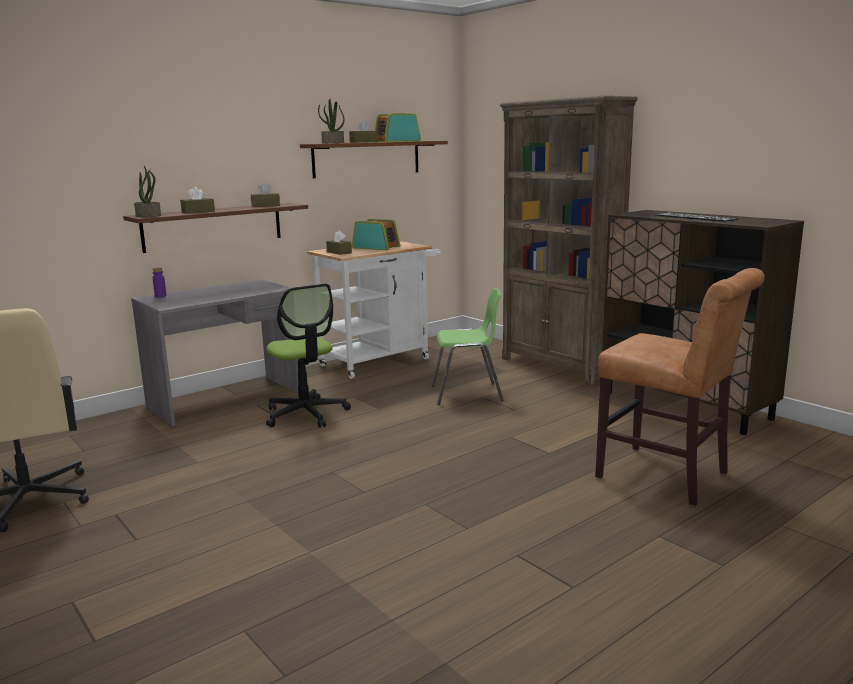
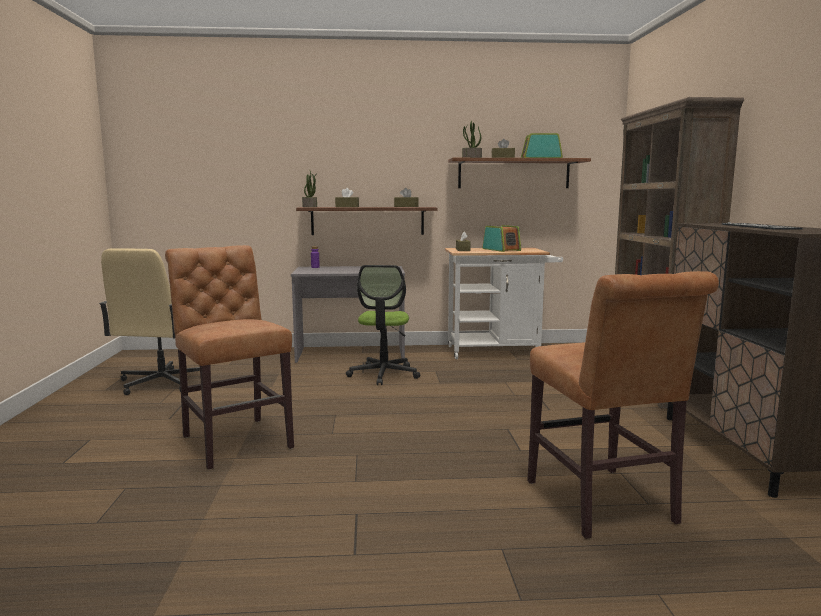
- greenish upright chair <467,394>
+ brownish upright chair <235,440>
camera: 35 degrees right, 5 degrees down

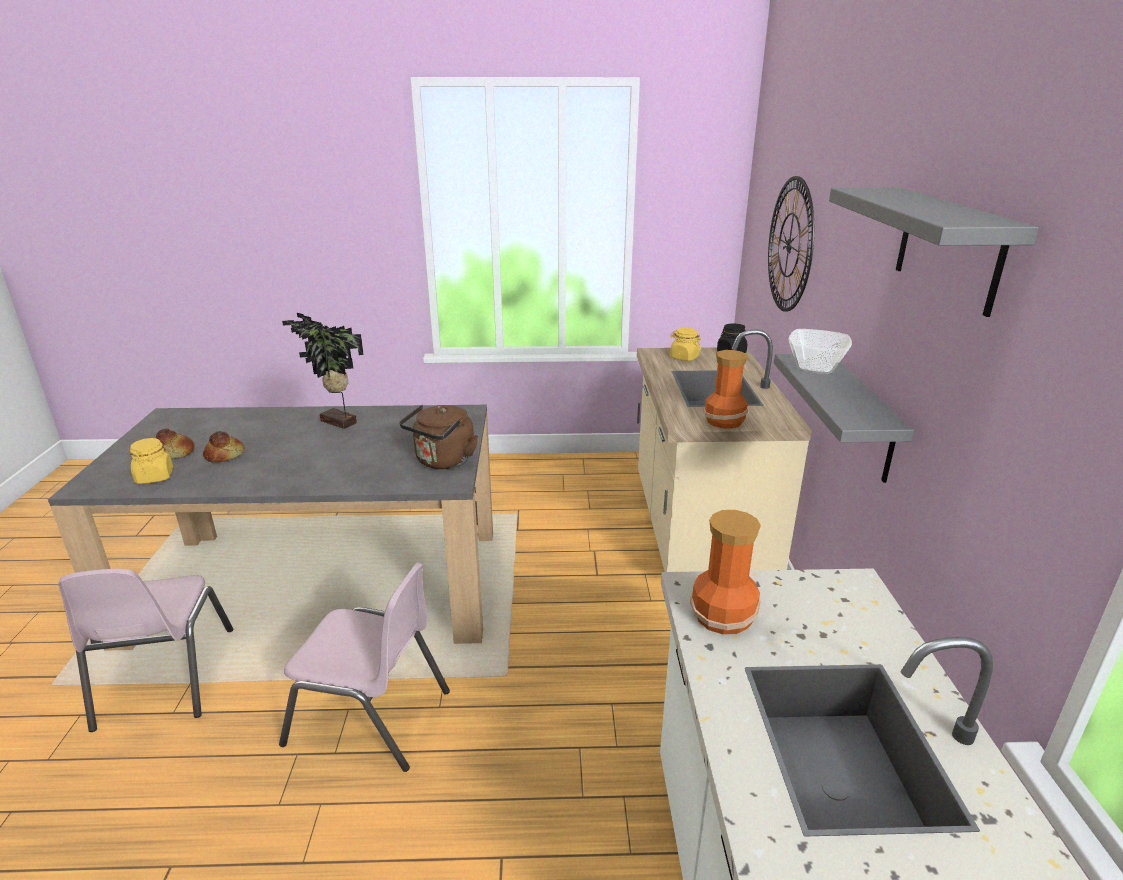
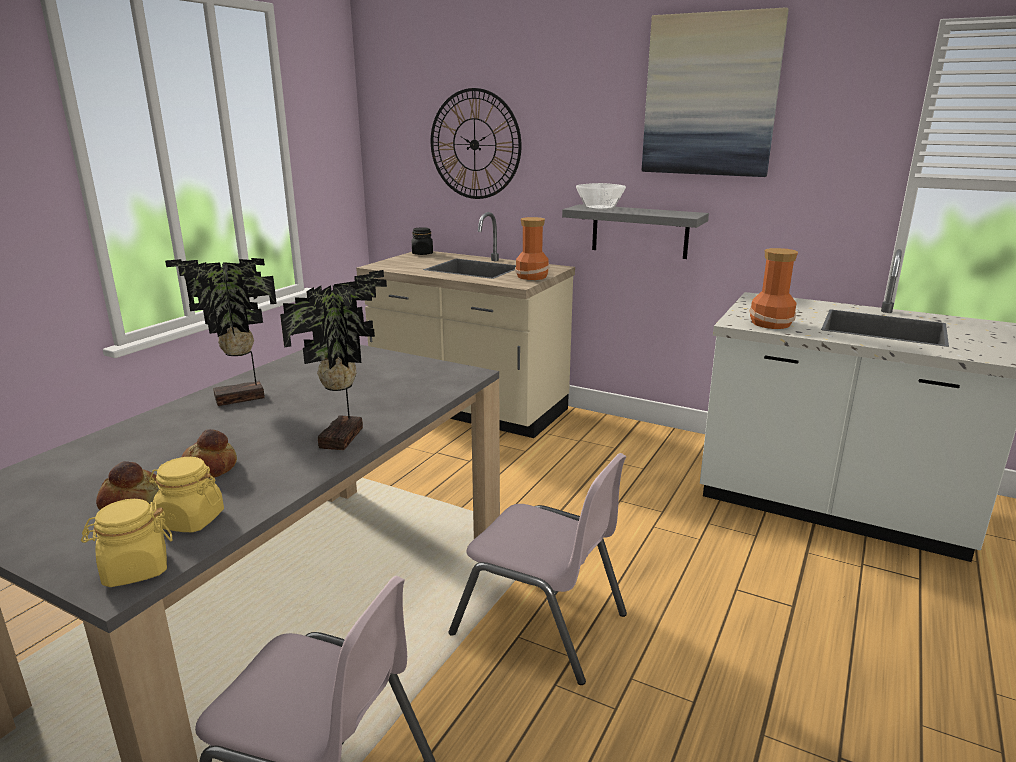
~ pinkish upright chair <369,717> = <540,624> 75 degrees clockwise
- brownish kettle <443,461>
~ yellow storage jar <684,357> to <135,569>
~ gray wall shelf <948,248> to picture <710,96>
+ potted plant <345,438>
camera: 60 degrees left, 5 degrees down

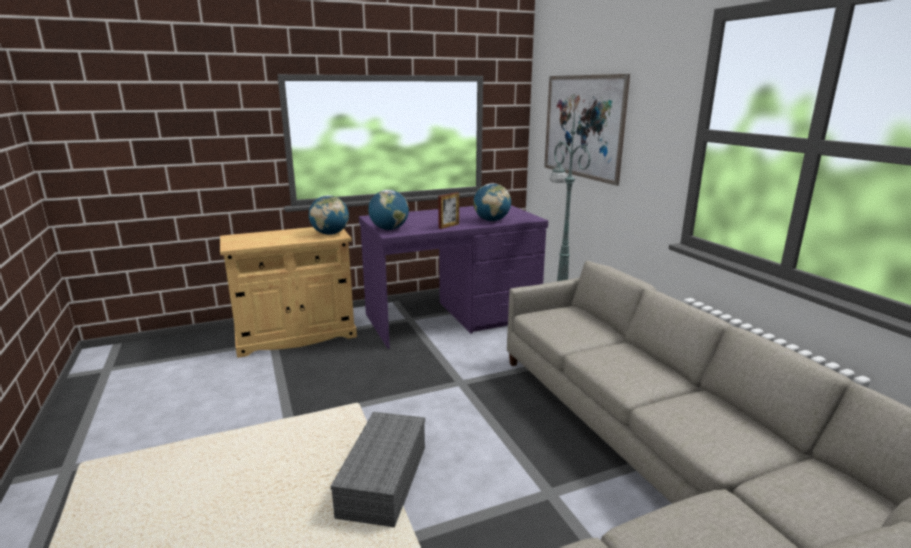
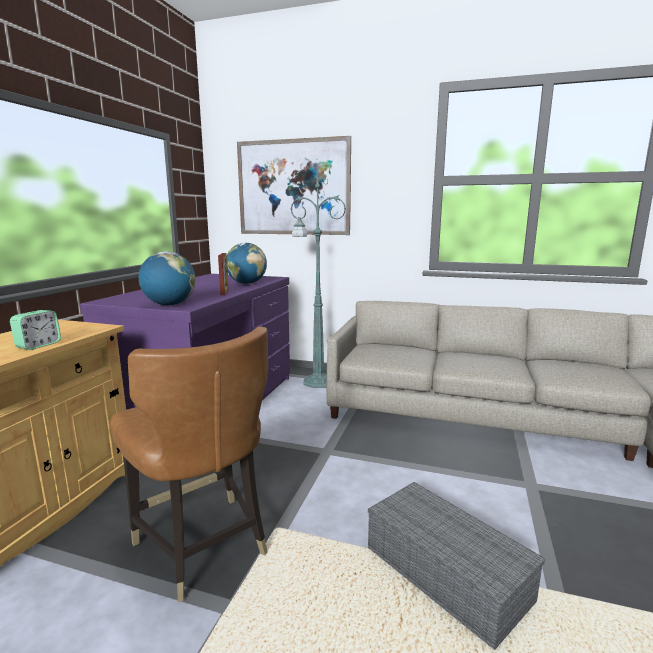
- world globe <330,234>
+ table clock <38,345>
+ brownish upright chair <203,545>
camera: 50 degrees left, 5 degrees down

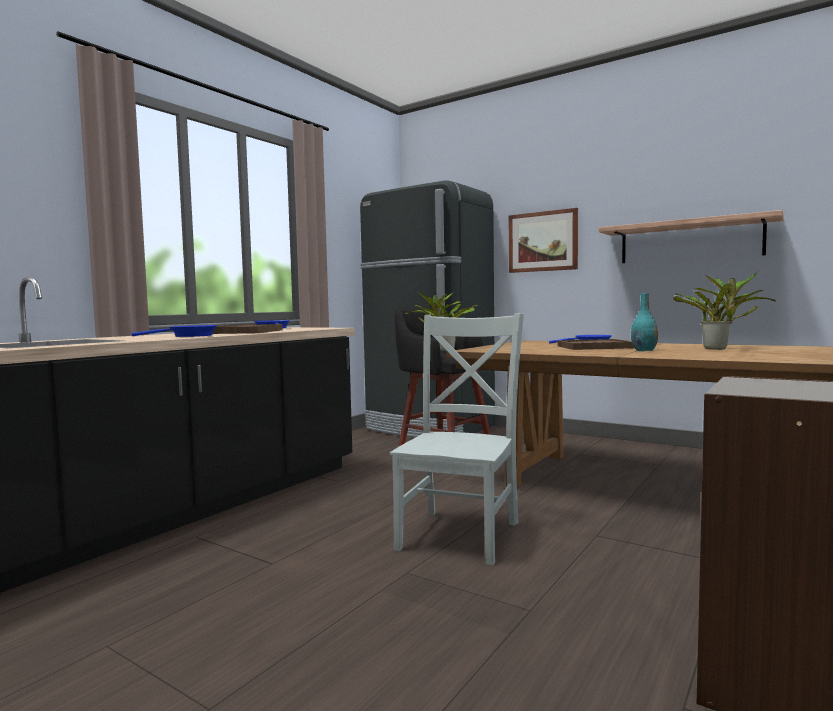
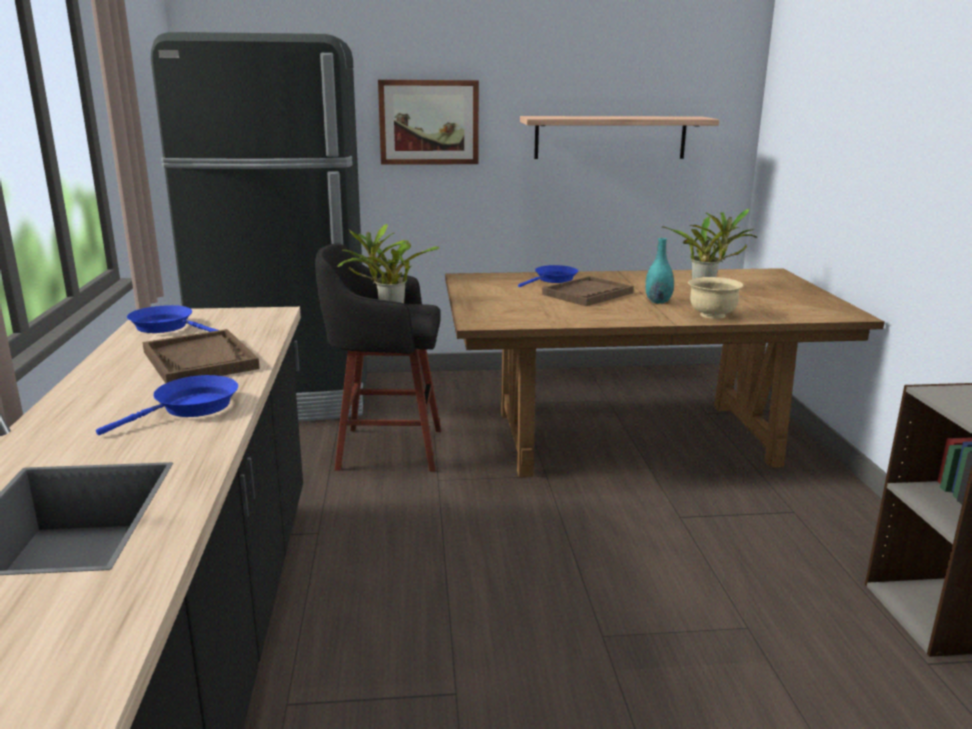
- gray upright chair <461,533>
+ sand-coloured deep dish <712,315>
camera: 40 degrees left, 15 degrees up

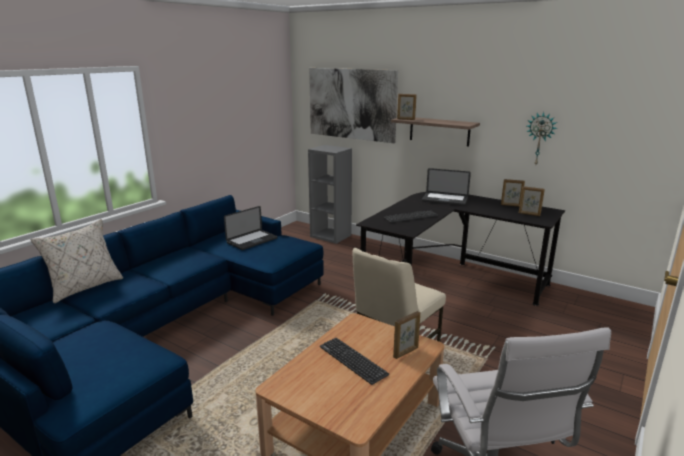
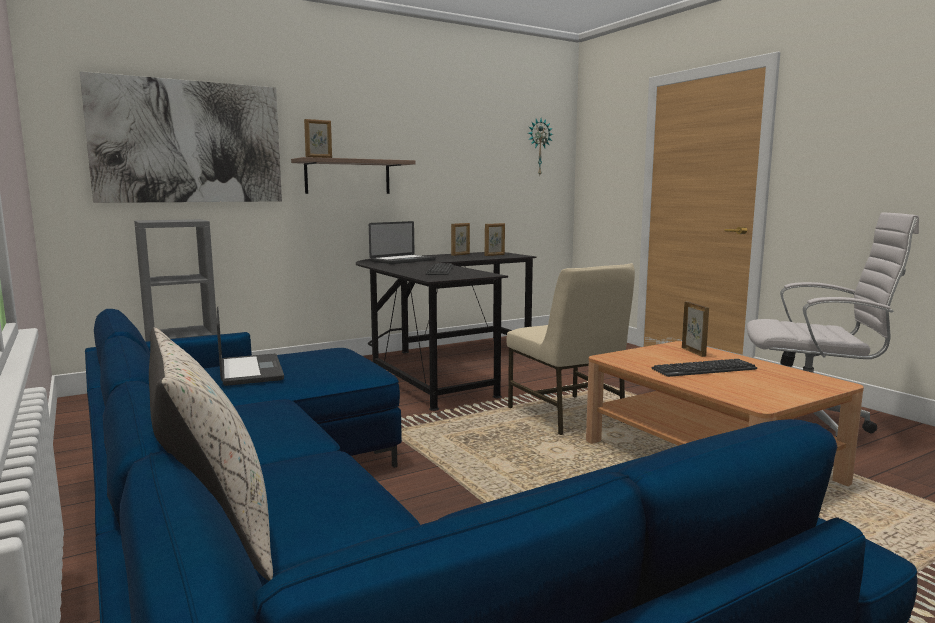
~ wall clock <540,139> to <538,147>
camera: 65 degrees left, 10 degrees down

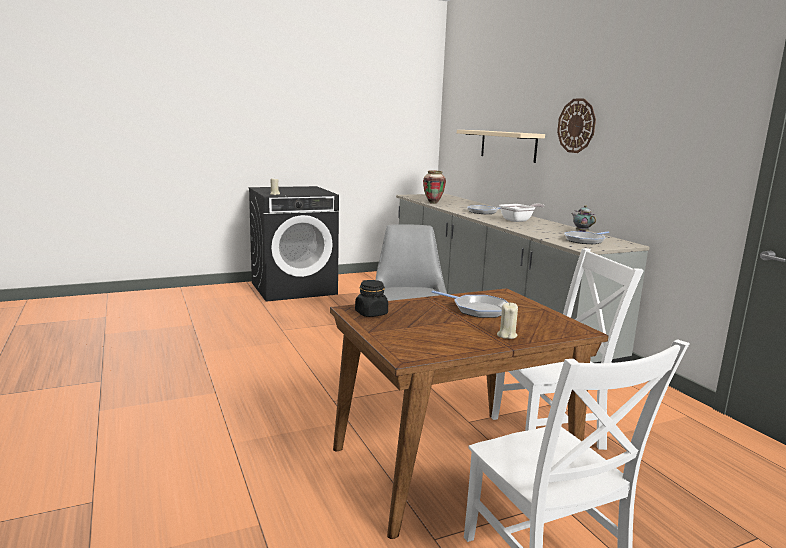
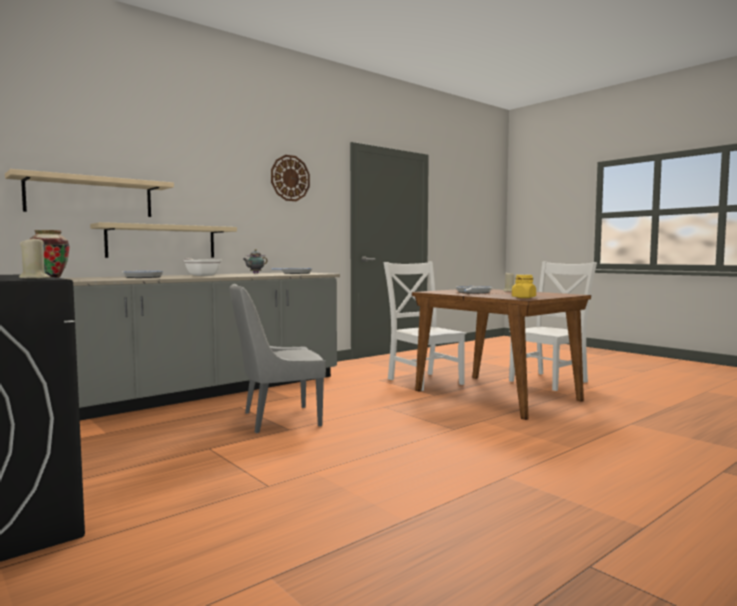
~ blackish storage jar <371,313> to yellow storage jar <523,297>
~ wall clock <576,125> to <290,178>
+ sand-coloured wall shelf <162,241>
camera: 105 degrees left, 10 degrees down

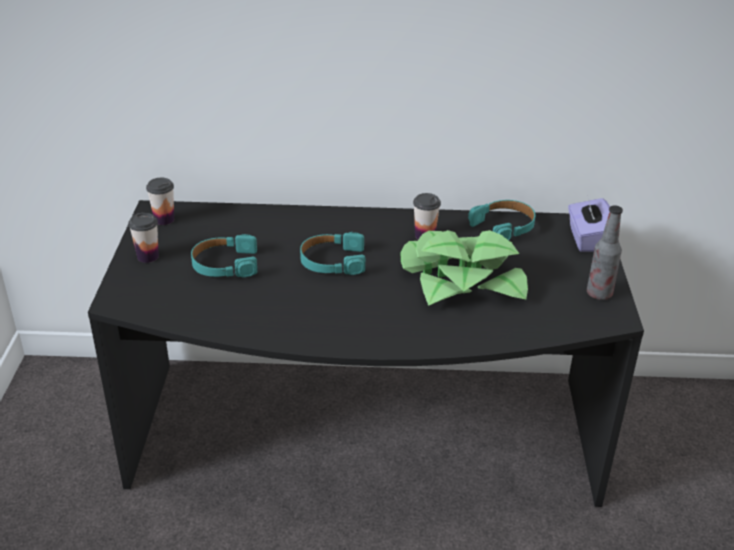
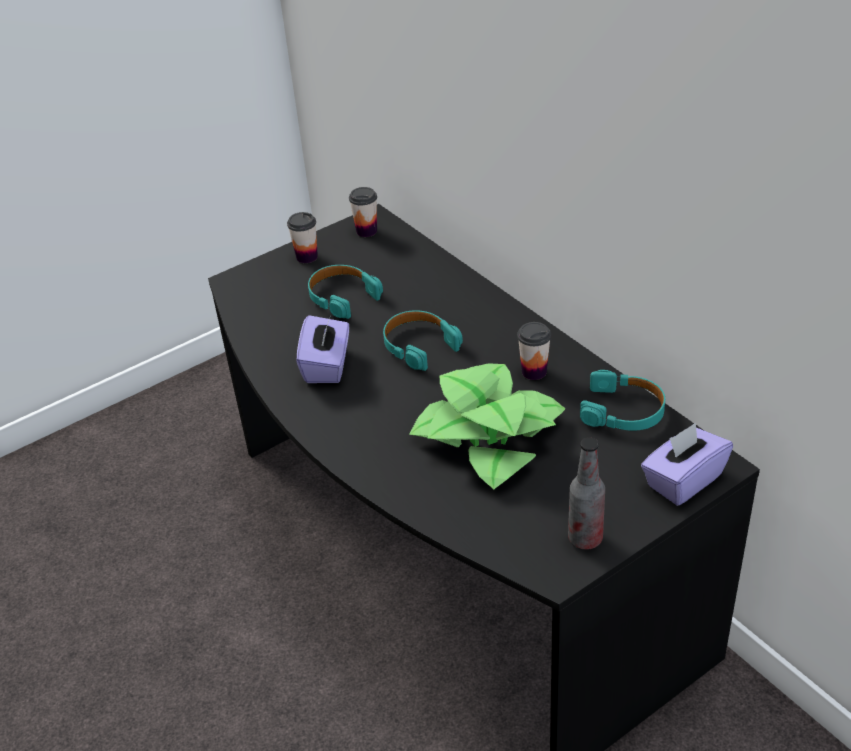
+ purple box of tissues <327,366>
camera: 55 degrees right, 5 degrees up

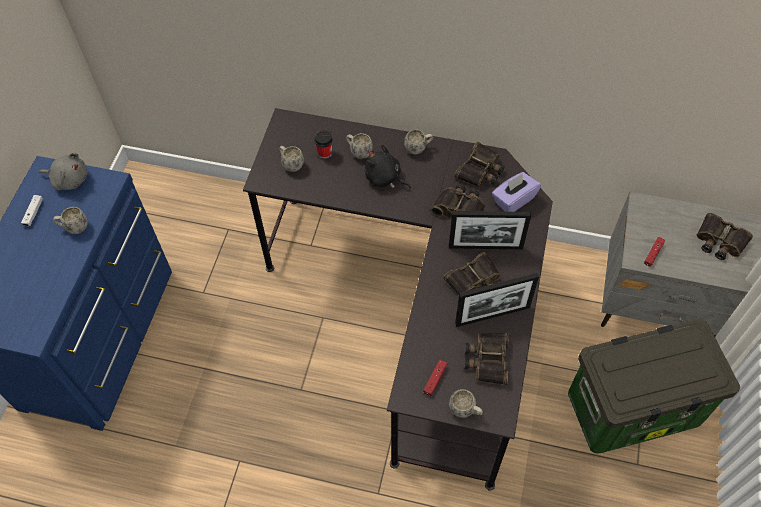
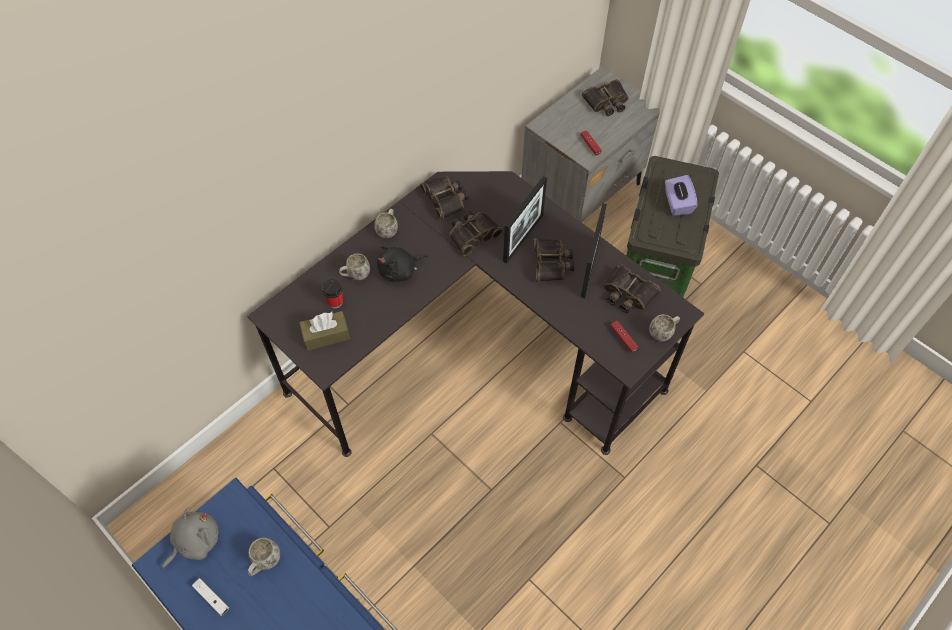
~ white mug <291,164> to brownish box of tissues <326,335>
~ purple box of tissues <513,200> to <677,203>
camera: 60 degrees left, 0 degrees up

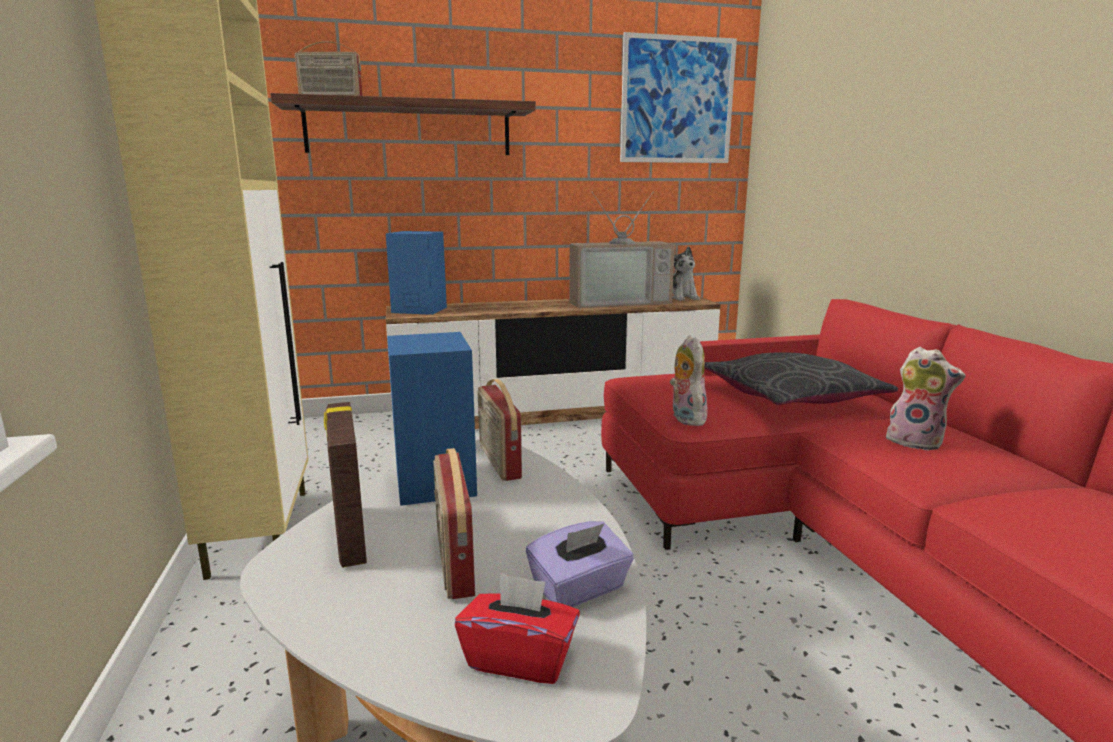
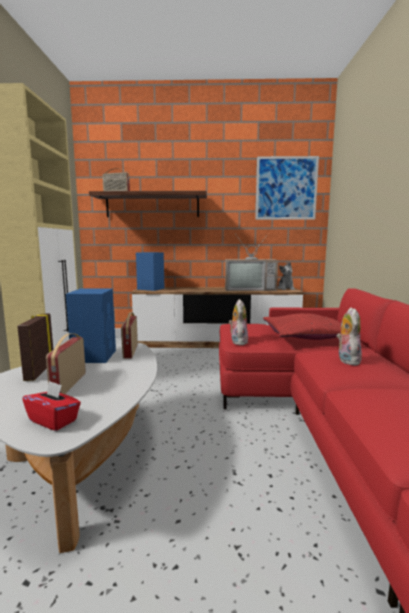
- purple box of tissues <580,589>
~ gray pillow <790,396> to reddish pillow <305,336>
~ plush toy <916,442> = <346,360> 135 degrees counterclockwise
camera: 15 degrees right, 5 degrees down

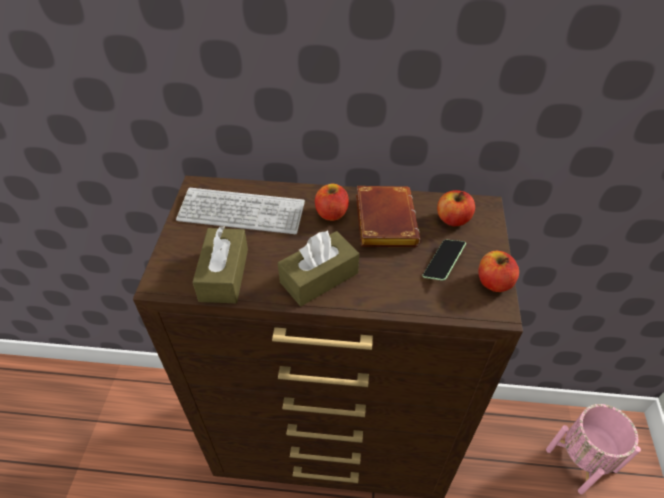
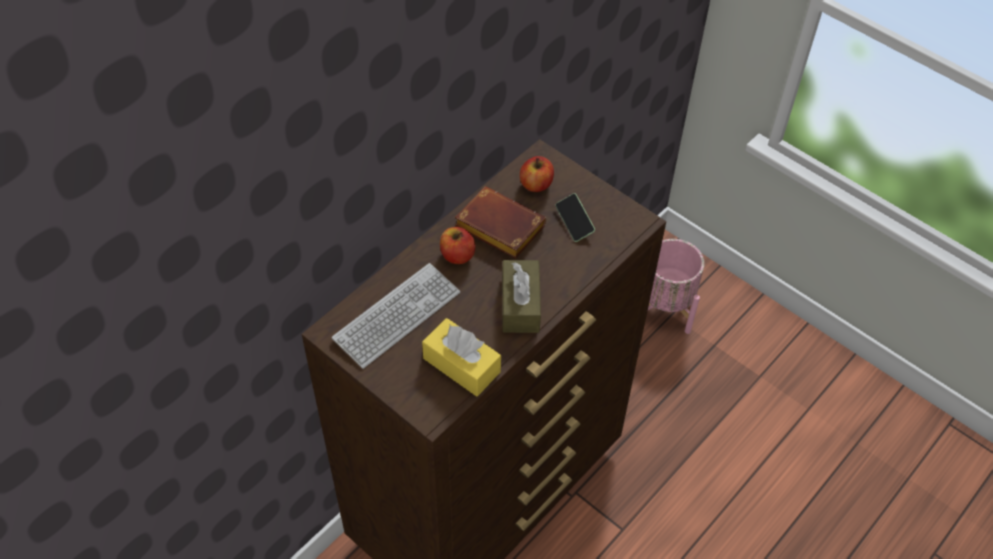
~ brownish box of tissues <224,274> to yellow box of tissues <461,365>
- apple <494,282>
camera: 55 degrees left, 5 degrees up

